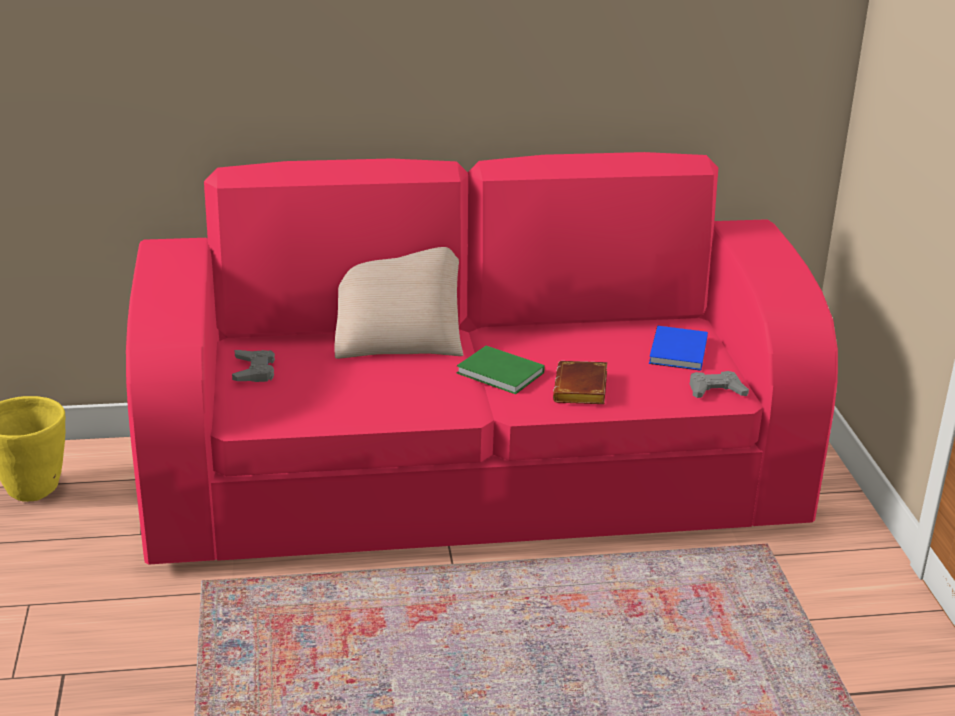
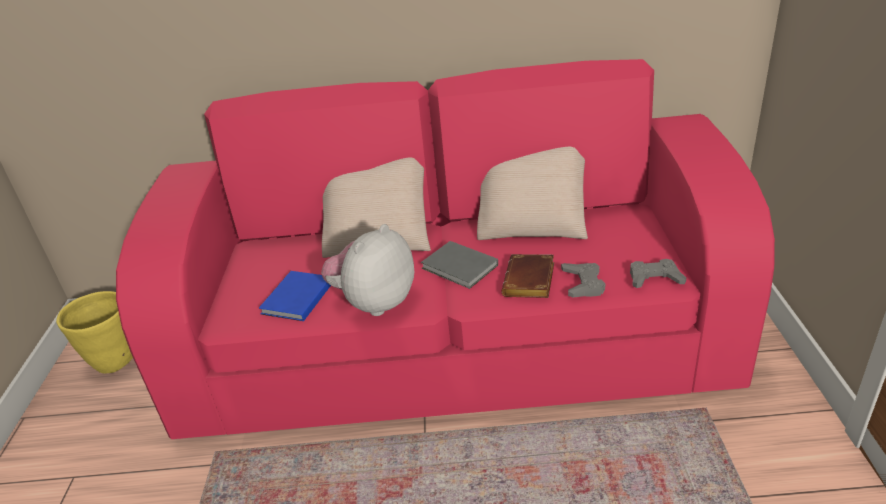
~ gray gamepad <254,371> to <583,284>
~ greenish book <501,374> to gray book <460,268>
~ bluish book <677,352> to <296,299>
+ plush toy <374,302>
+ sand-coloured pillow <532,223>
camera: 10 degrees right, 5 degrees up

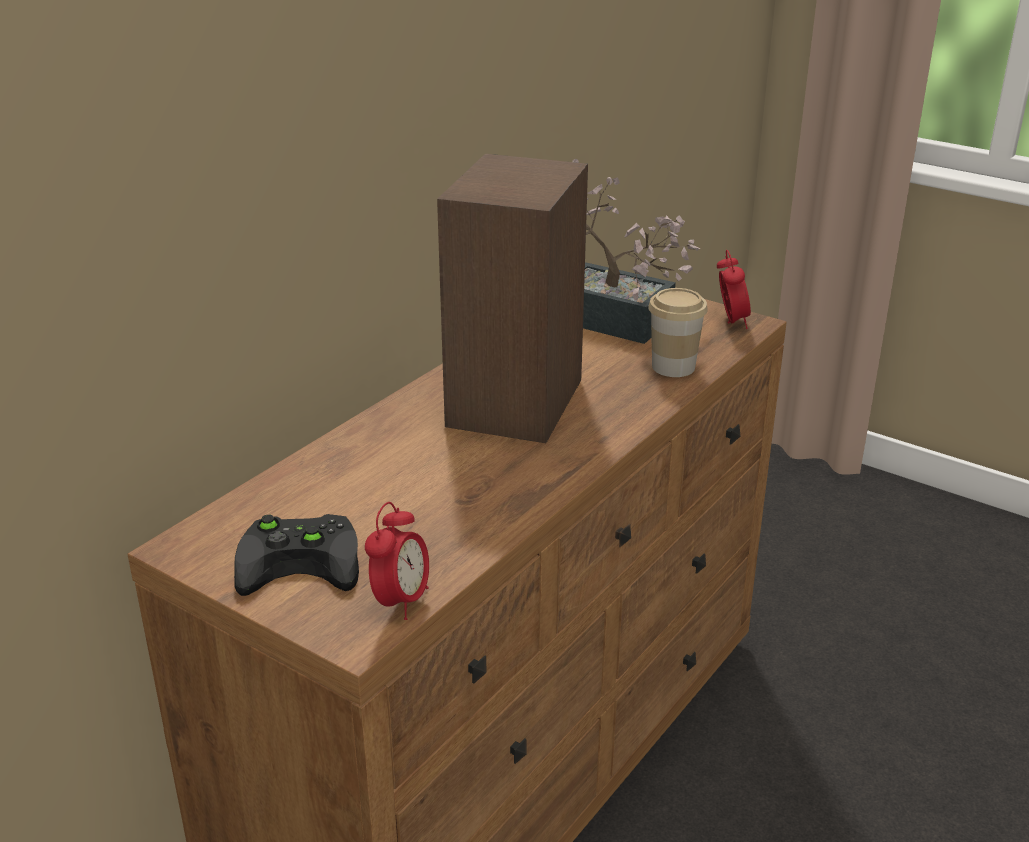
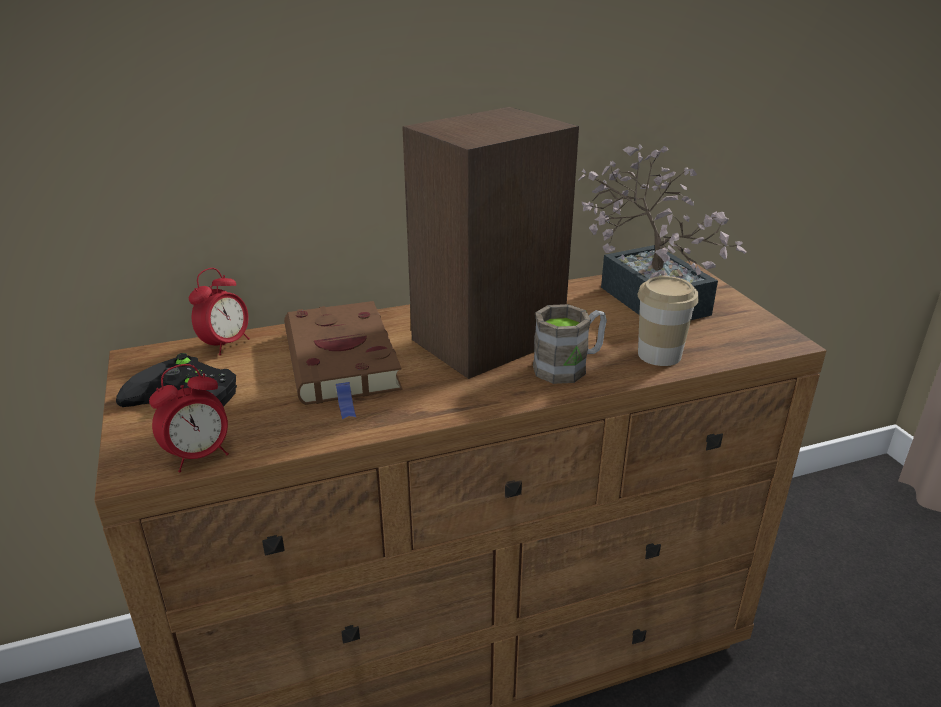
~ table clock <730,322> to <226,345>
+ brownish book <343,363>
+ brownish mug <569,366>
camera: 35 degrees right, 0 degrees up

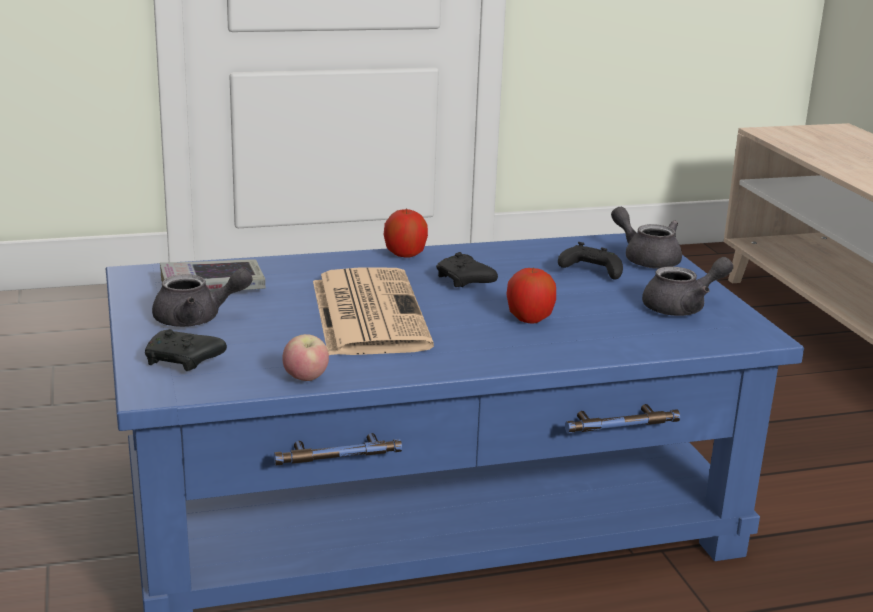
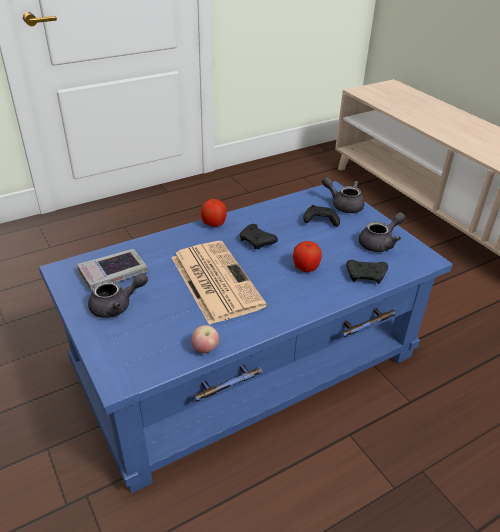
~ blackish gamepad <183,362> to <366,276>
camera: 15 degrees left, 15 degrees up

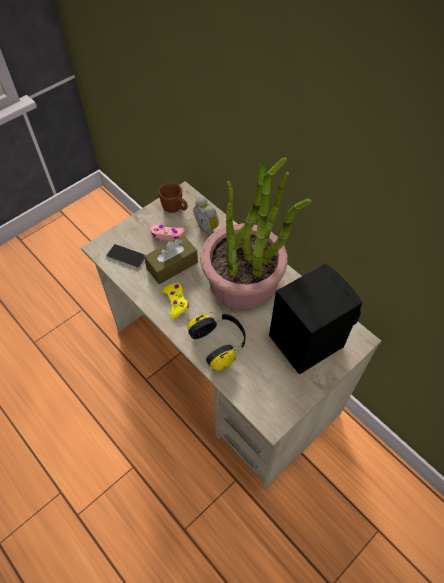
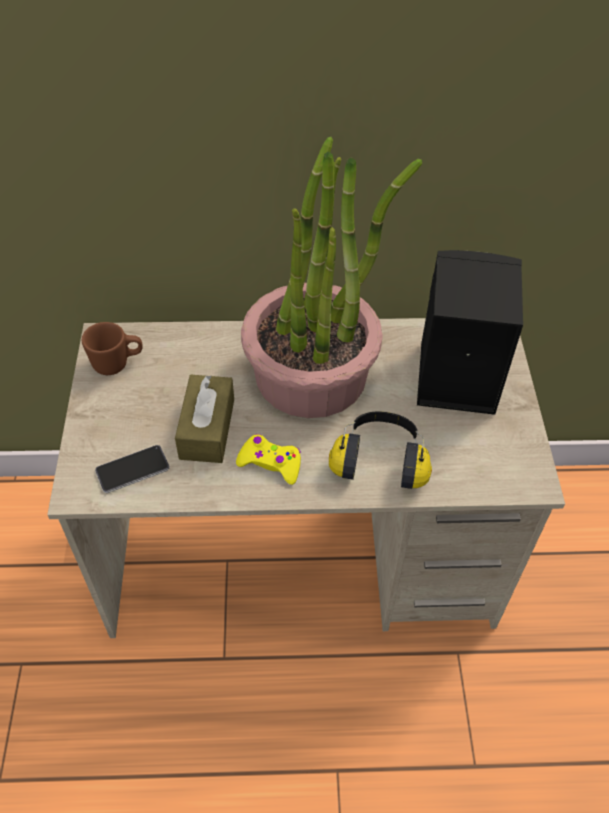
- pinkish gamepad <167,235>
- table clock <208,227>
camera: 50 degrees left, 5 degrees down

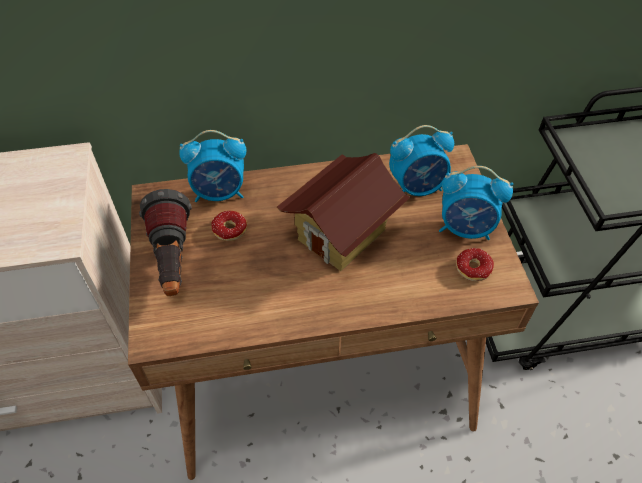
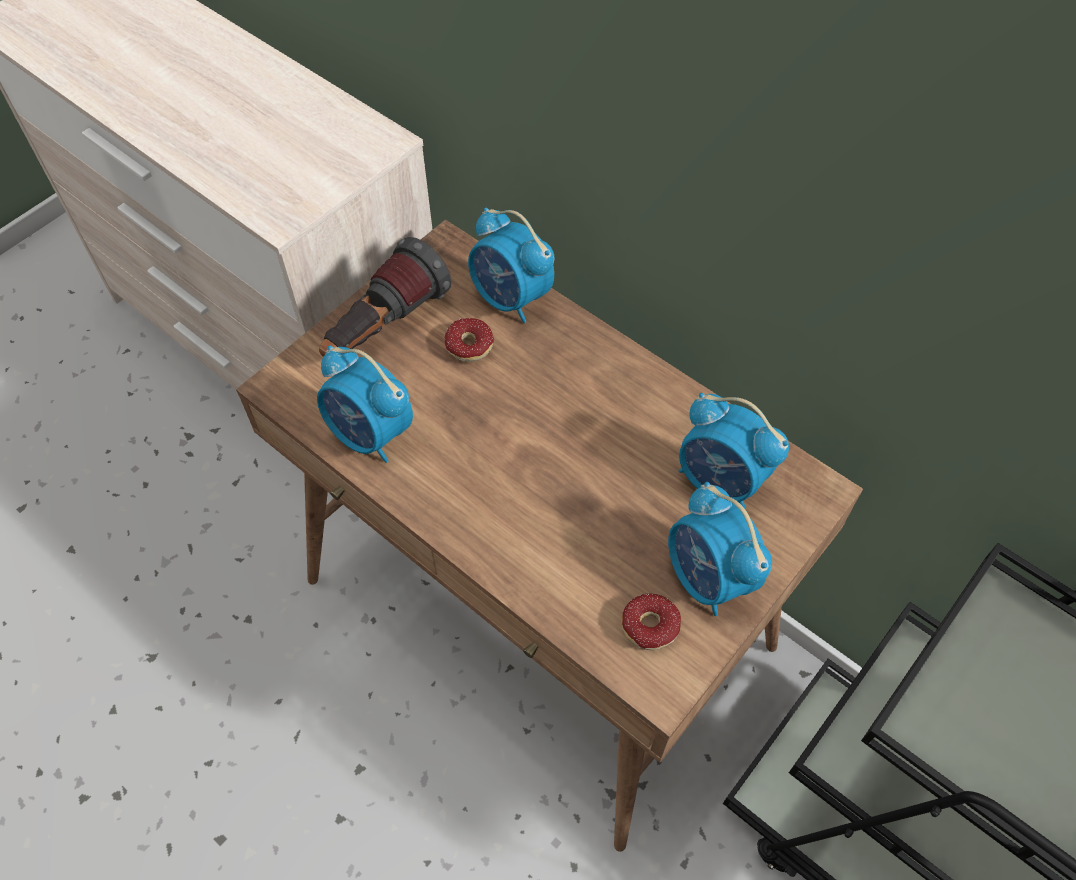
- miniature house <342,235>
+ table clock <370,434>
camera: 50 degrees right, 5 degrees up

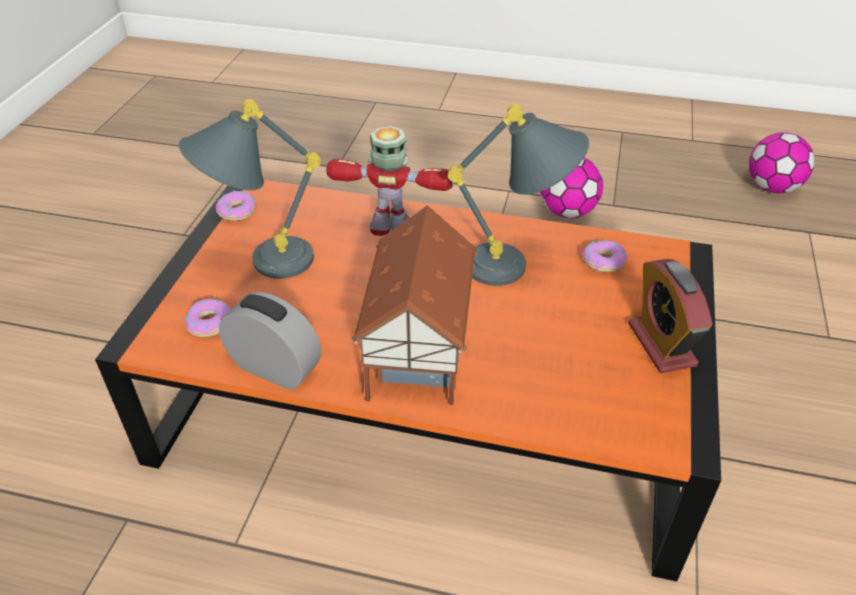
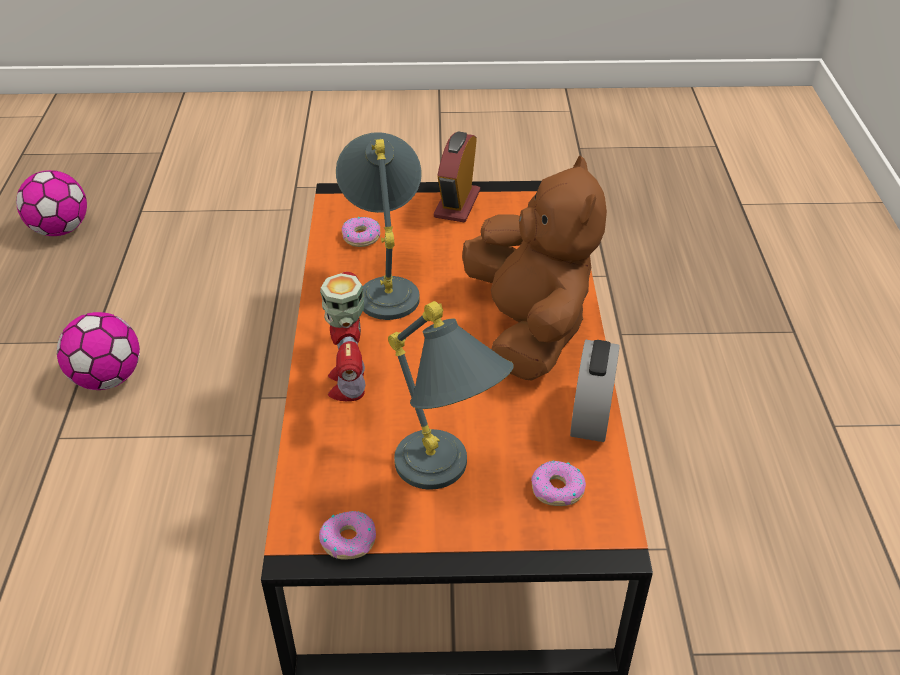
~ miniature house <416,354> to brownish plush toy <528,329>
~ table clock <661,344> = <457,204> 135 degrees clockwise
camera: 105 degrees left, 0 degrees up

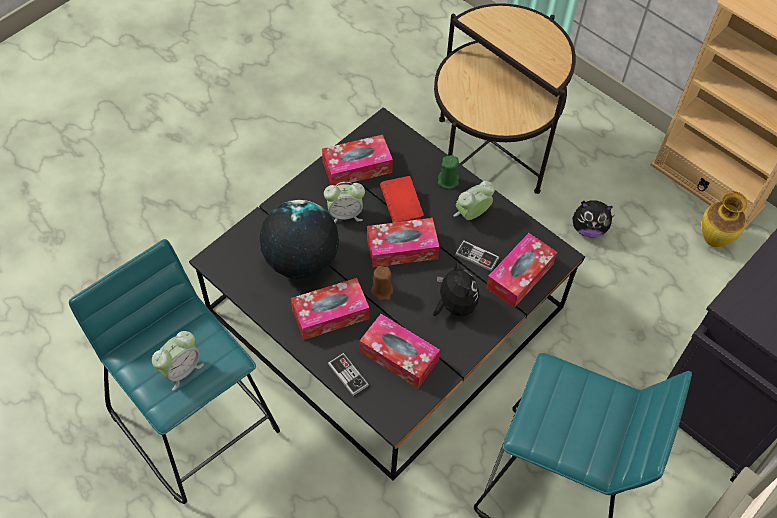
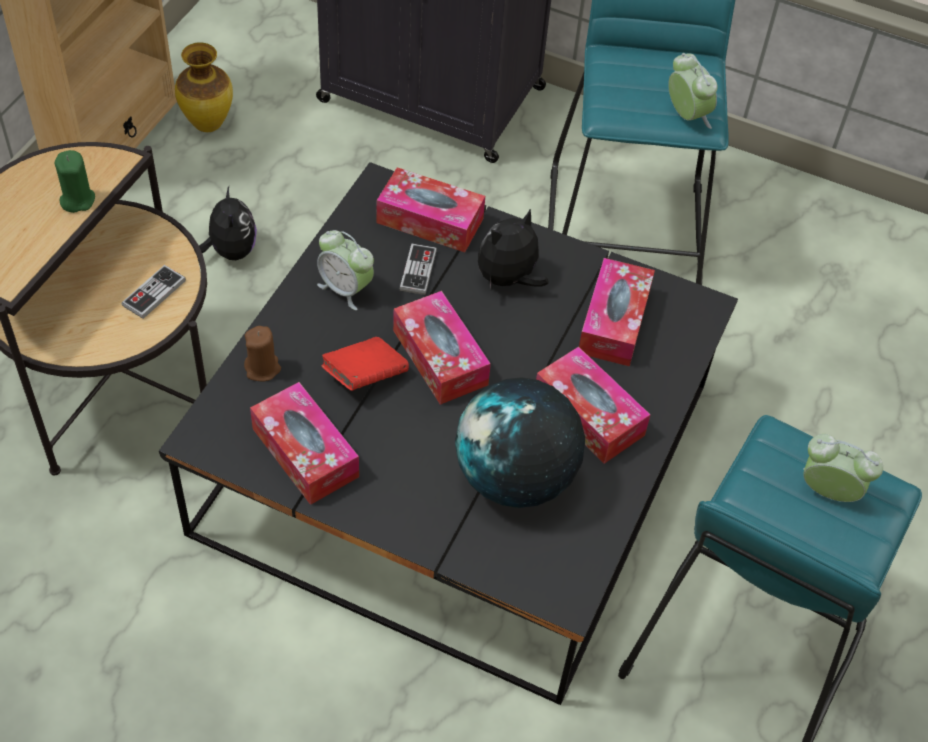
~ table clock <345,214> to <686,116>
~ gamepad <348,375> to <154,293>
~ brownish wax light <382,291> to <262,368>
~ greenish wax light <448,181> to <77,200>
camera: 110 degrees left, 5 degrees down

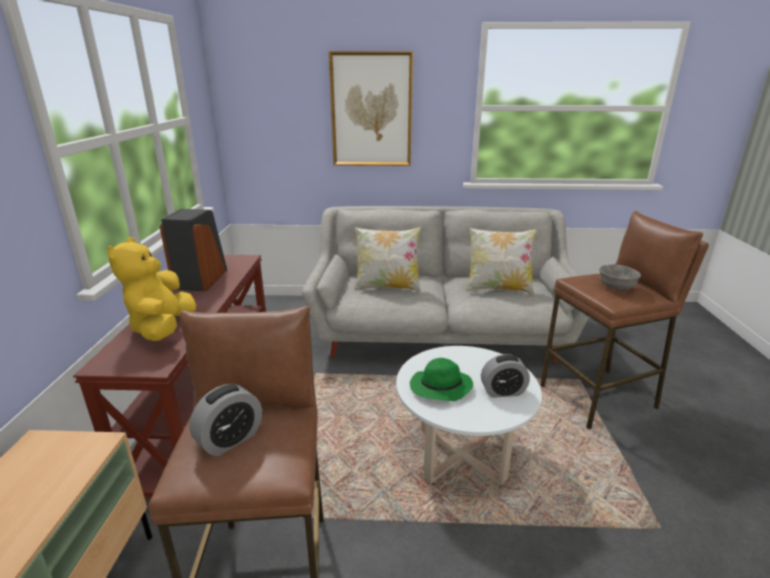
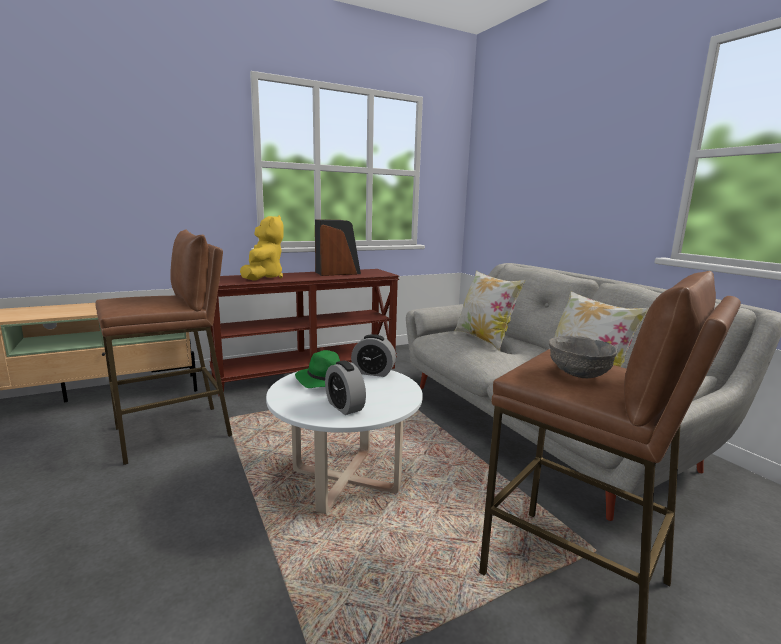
~ yellow plush toy <163,328> = <263,277> 120 degrees clockwise
~ table clock <230,439> to <373,372>
- picture <371,110>
camera: 60 degrees right, 10 degrees down

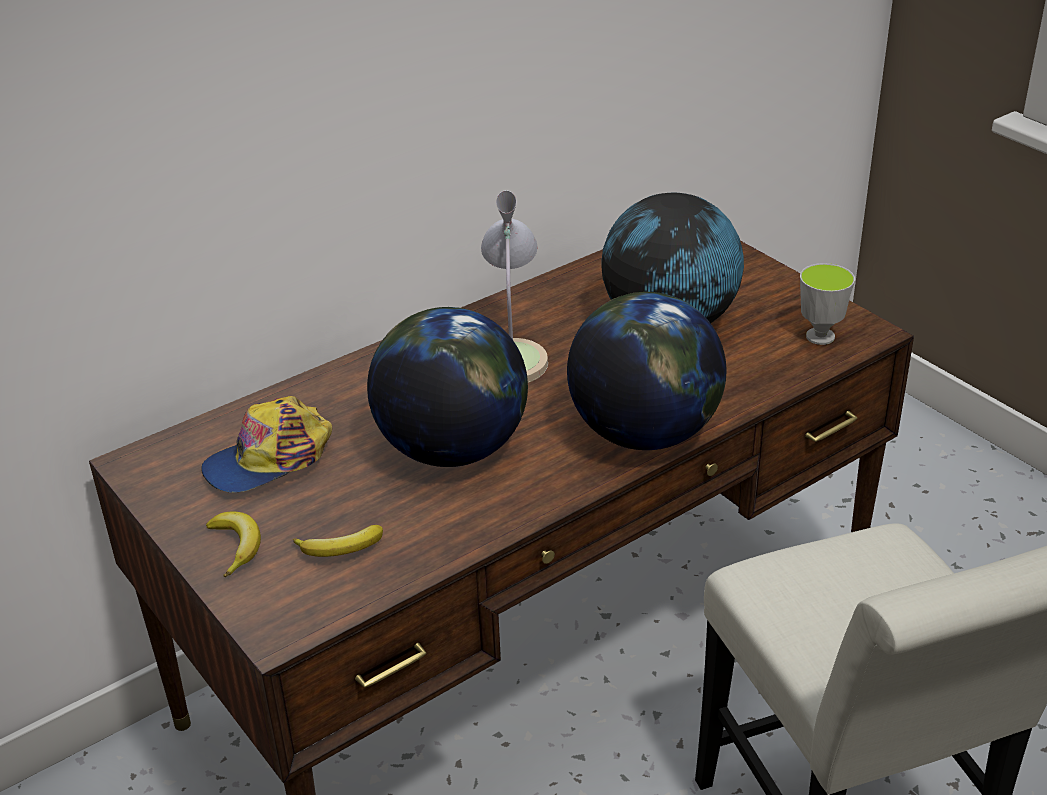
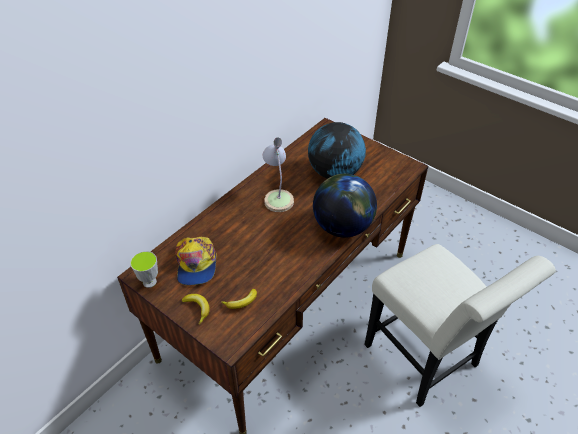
~ baseball cap <270,460> = <196,264> 45 degrees counterclockwise
- world globe <452,448>
~ drinking cup <820,336> to <149,282>
camera: 15 degrees left, 10 degrees up

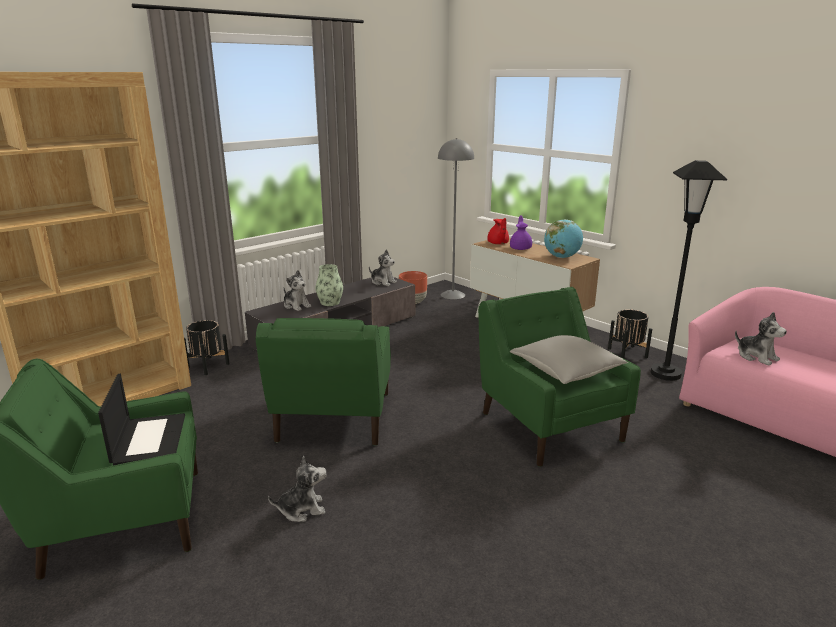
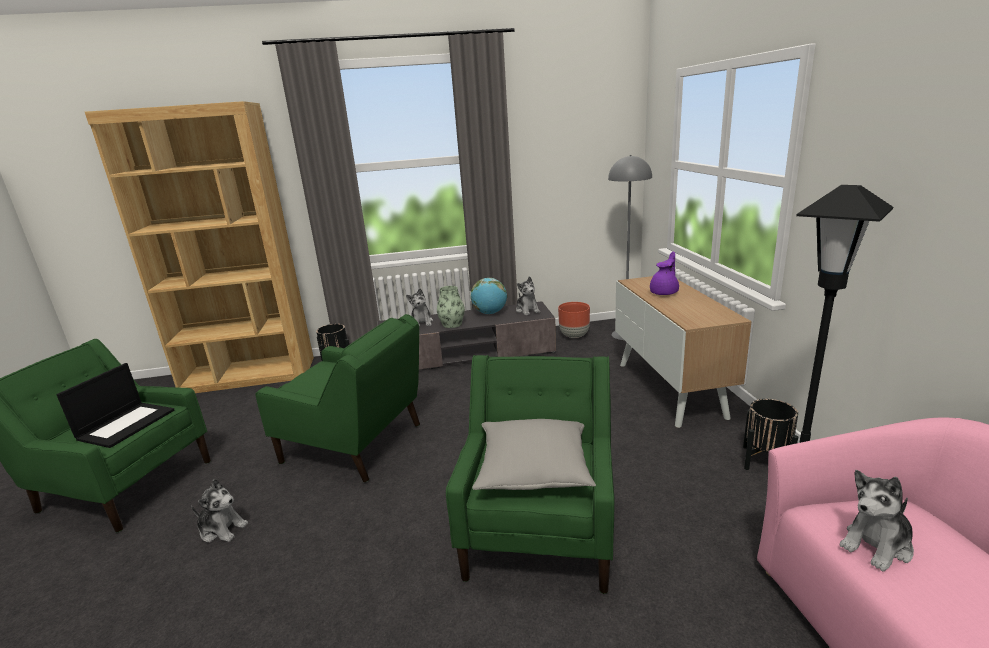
~ greenish easy chair <333,419> = <355,444> 105 degrees counterclockwise
- reddish pot for tea <498,243>
~ world globe <562,257> to <490,313>
~ plush toy <756,357> = <877,545> 60 degrees clockwise
camera: 35 degrees right, 0 degrees up

